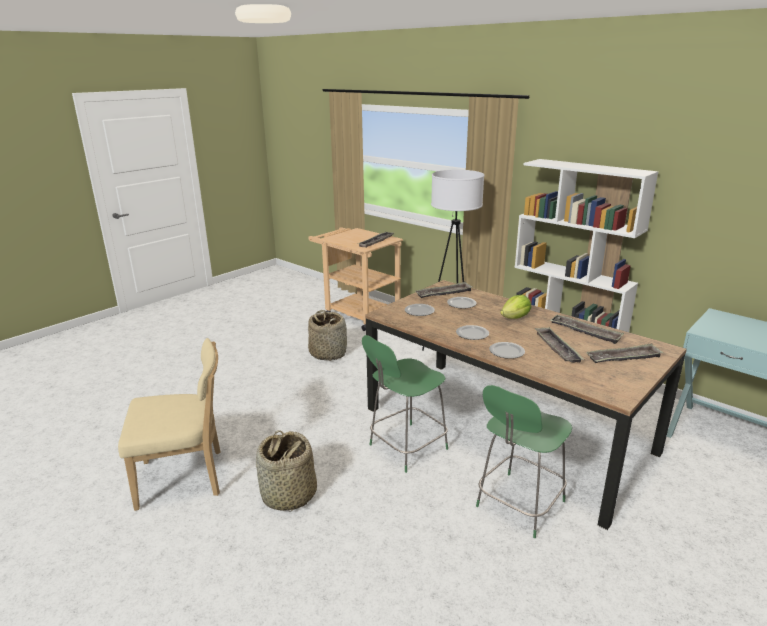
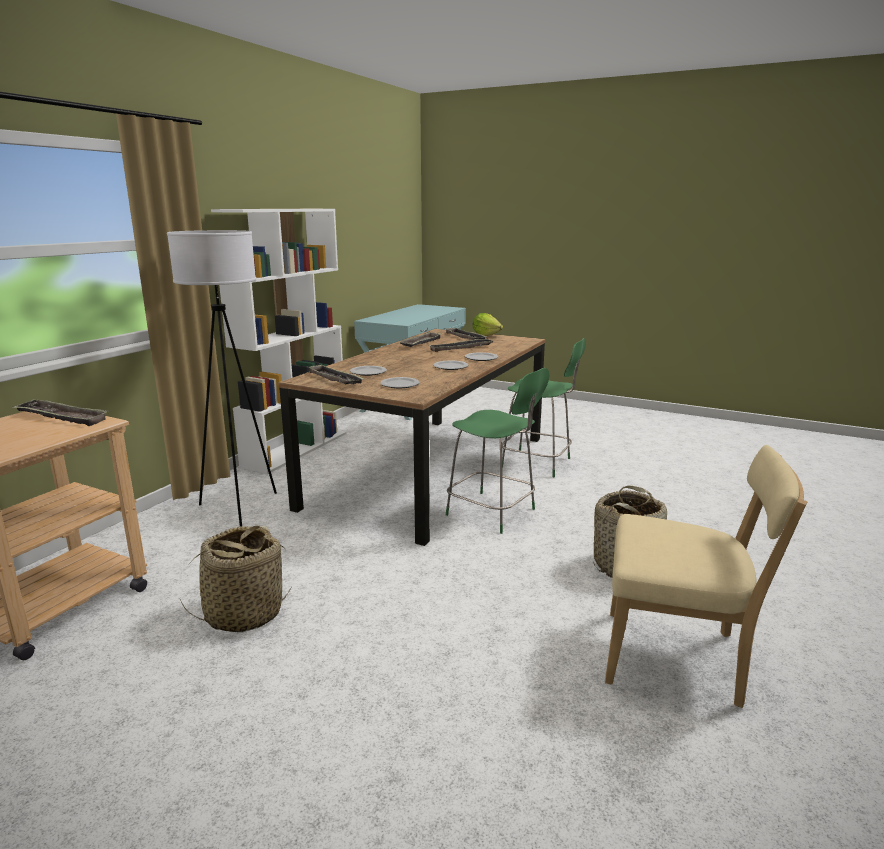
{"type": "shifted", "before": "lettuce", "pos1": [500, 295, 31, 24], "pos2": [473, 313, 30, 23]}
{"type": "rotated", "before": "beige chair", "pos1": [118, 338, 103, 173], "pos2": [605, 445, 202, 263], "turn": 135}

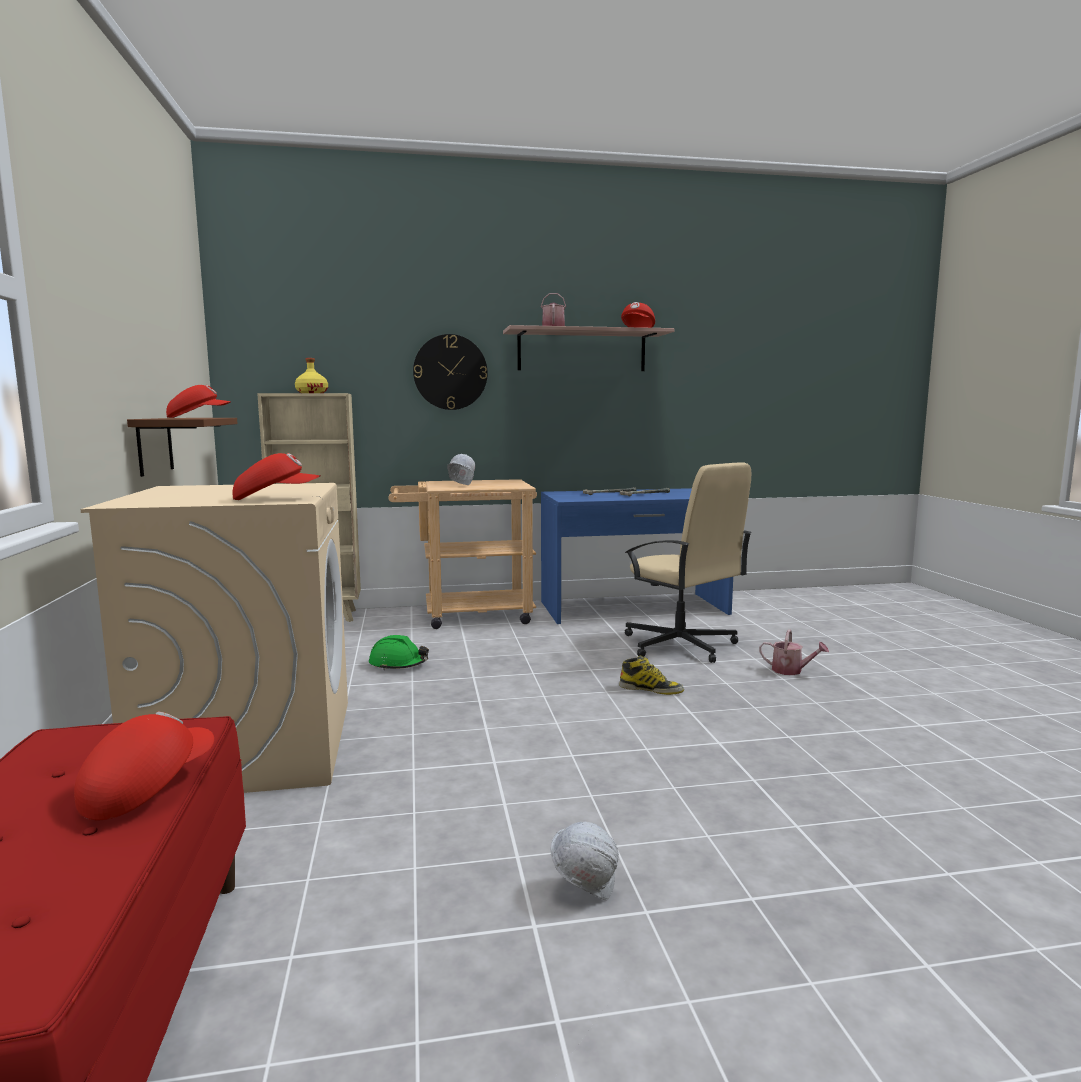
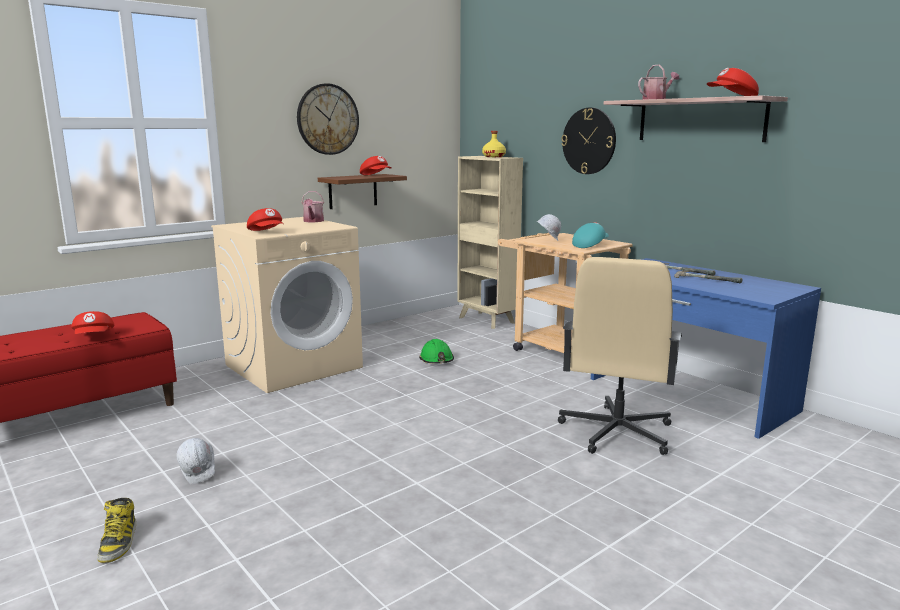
{"type": "shifted", "before": "watering can", "pos1": [759, 629, 70, 46], "pos2": [301, 191, 23, 31]}
{"type": "shifted", "before": "boot", "pos1": [619, 655, 65, 40], "pos2": [98, 498, 38, 65]}
{"type": "rotated", "before": "red cap", "pos1": [74, 712, 140, 108], "pos2": [71, 311, 43, 23], "turn": 75}
{"type": "new", "after": "wall clock", "pos2": [297, 83, 62, 72]}
{"type": "new", "after": "turquoise cap", "pos2": [572, 223, 37, 25]}

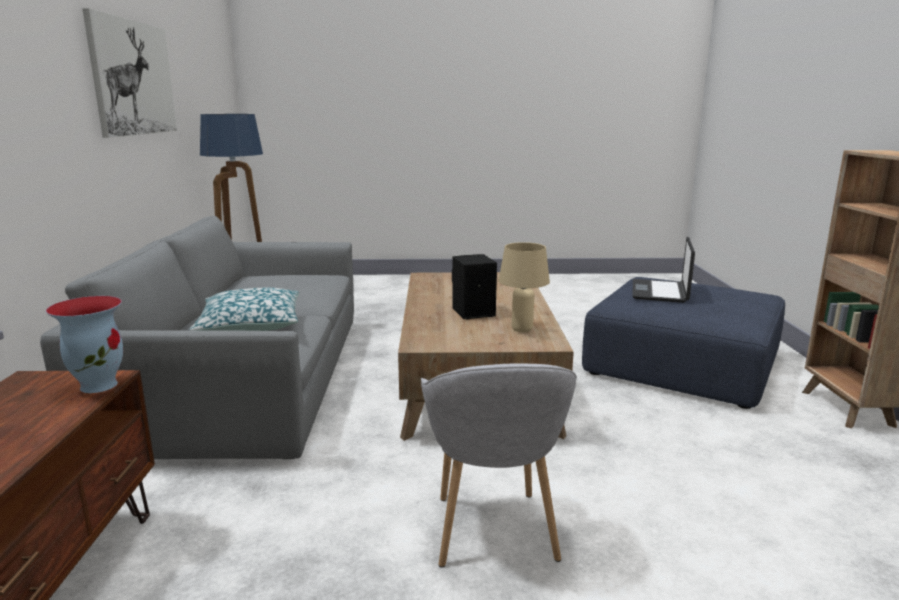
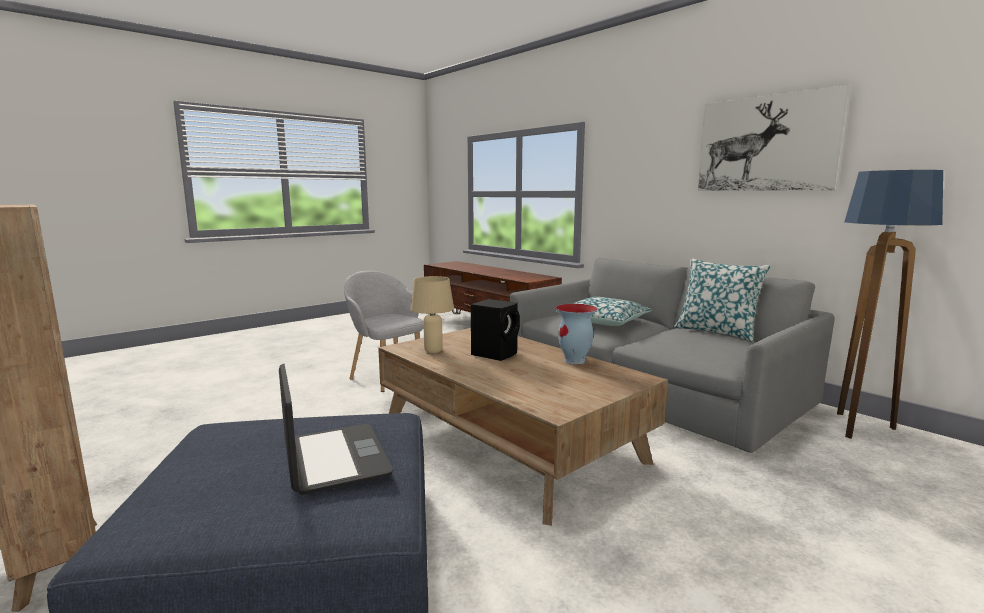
{"type": "shifted", "before": "vase", "pos1": [46, 296, 77, 97], "pos2": [556, 304, 42, 60]}
{"type": "new", "after": "pillow", "pos2": [674, 258, 97, 84]}

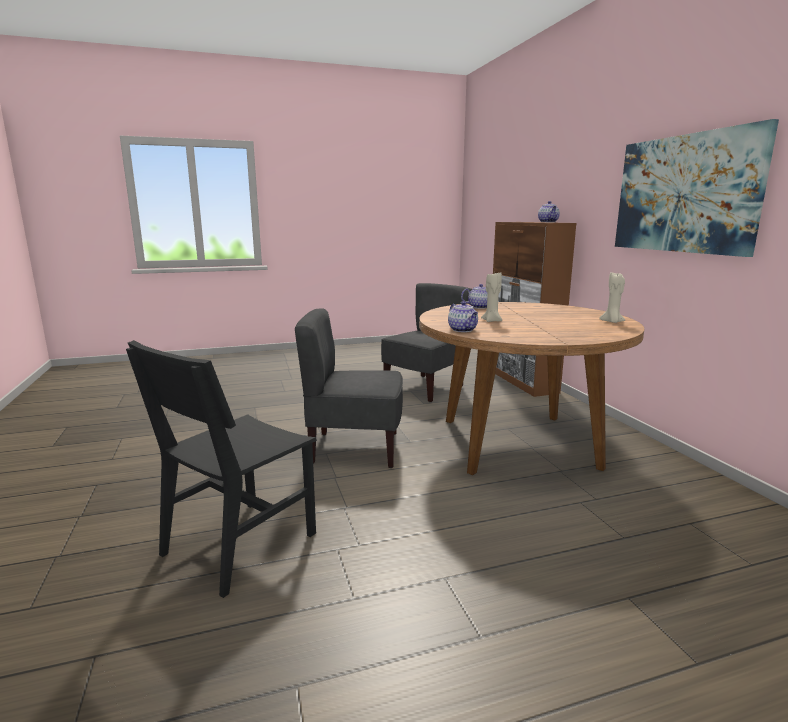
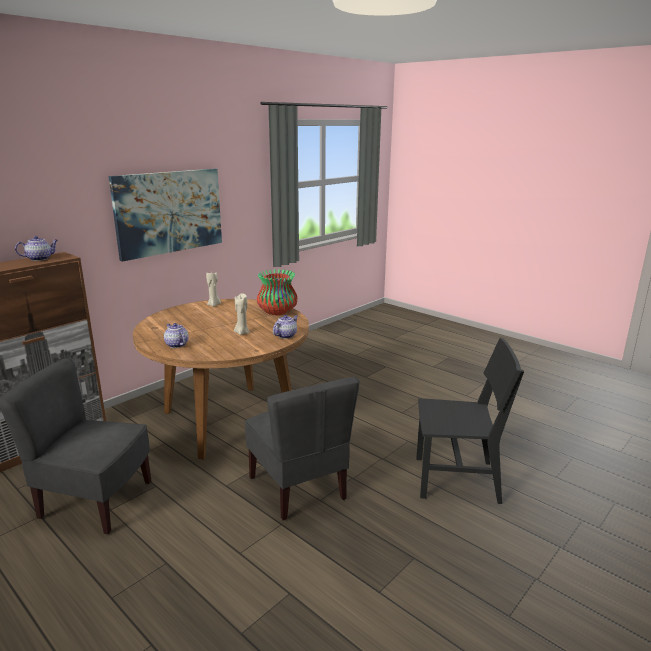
{"type": "new", "after": "vase", "pos2": [257, 269, 40, 46]}

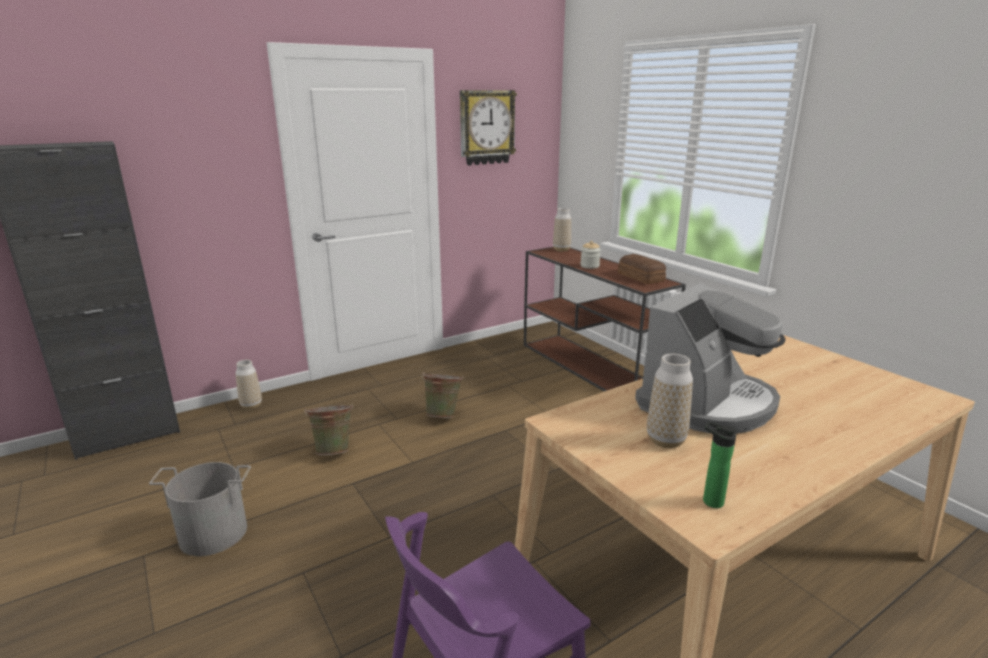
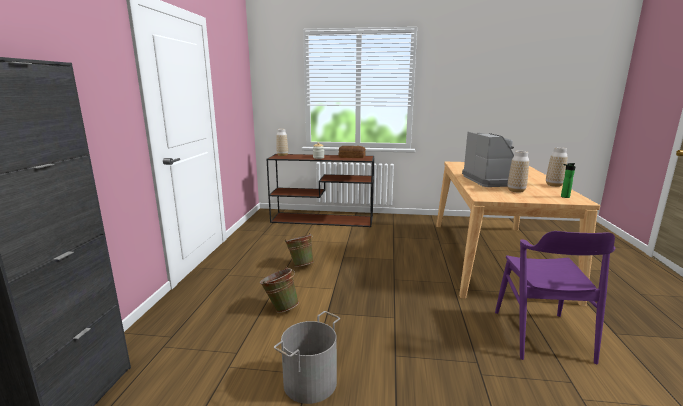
{"type": "gone", "before": "wall clock", "pos1": [460, 90, 57, 75]}
{"type": "shifted", "before": "vase", "pos1": [236, 360, 26, 50], "pos2": [546, 147, 22, 40]}

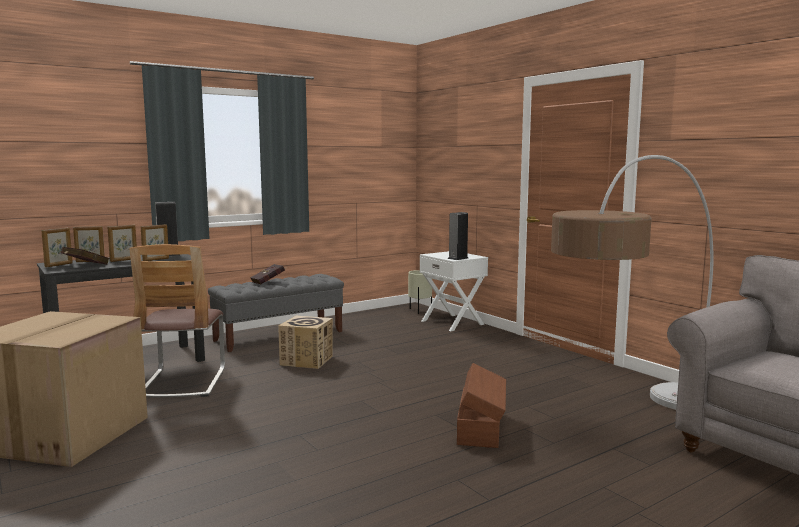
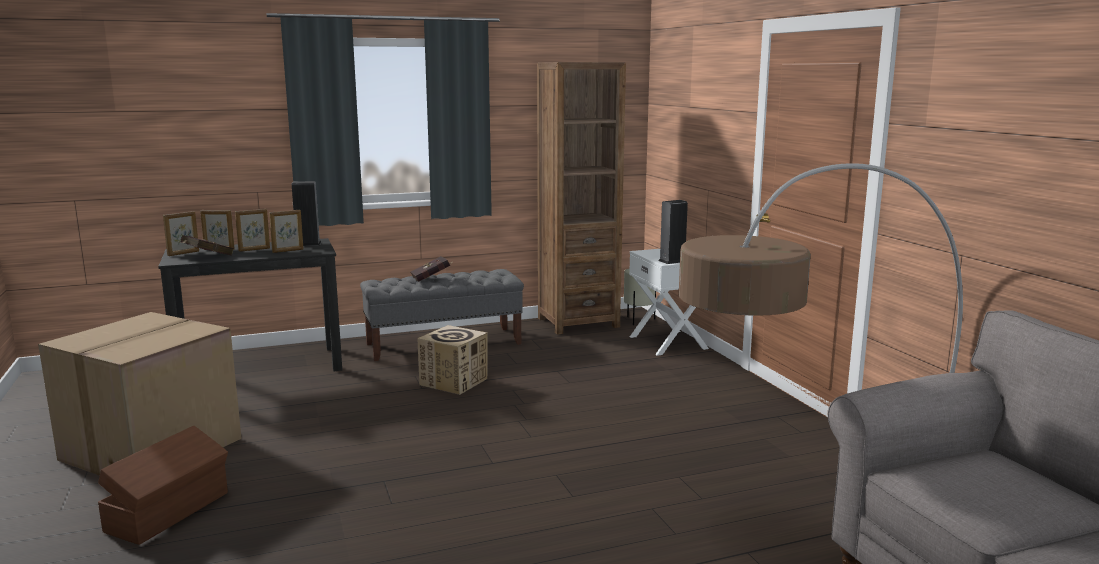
{"type": "gone", "before": "chair", "pos1": [129, 244, 96, 154]}
{"type": "shifted", "before": "brown storage box", "pos1": [457, 363, 49, 85], "pos2": [98, 426, 130, 119]}
{"type": "new", "after": "brown bookcase", "pos2": [537, 62, 89, 272]}

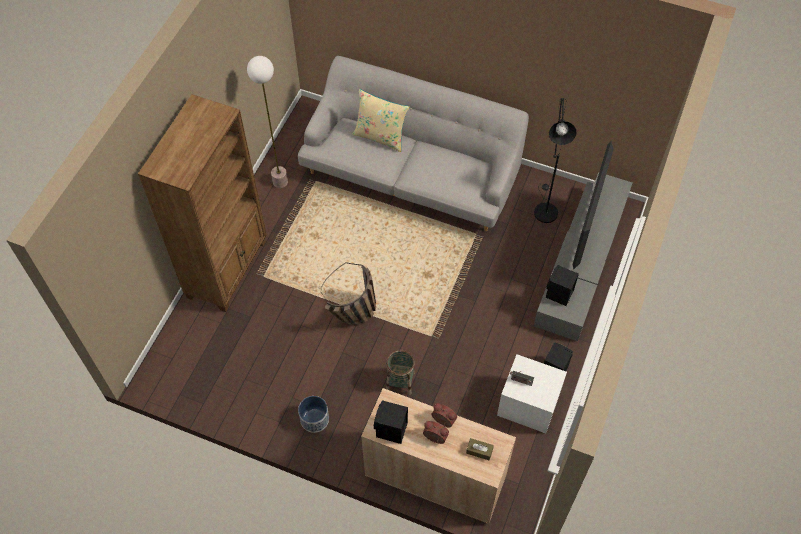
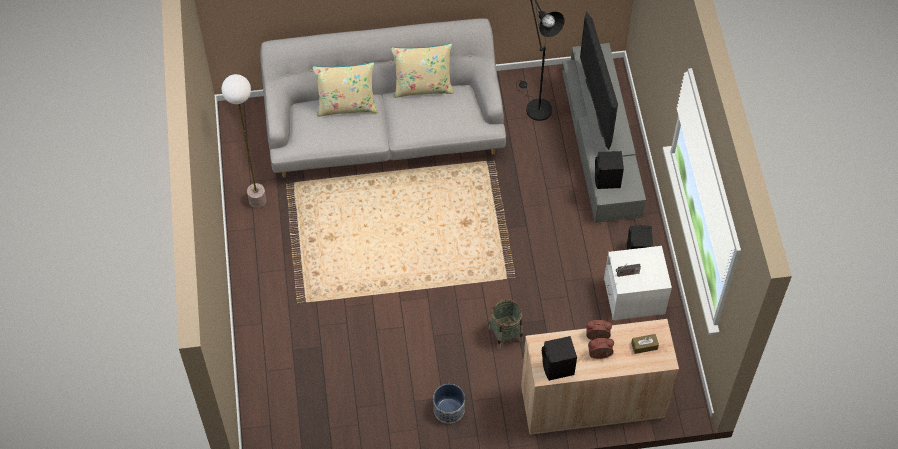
{"type": "gone", "before": "brown bookcase", "pos1": [138, 94, 129, 218]}
{"type": "gone", "before": "basket", "pos1": [321, 262, 55, 63]}
{"type": "new", "after": "beige pillow", "pos2": [391, 43, 62, 55]}

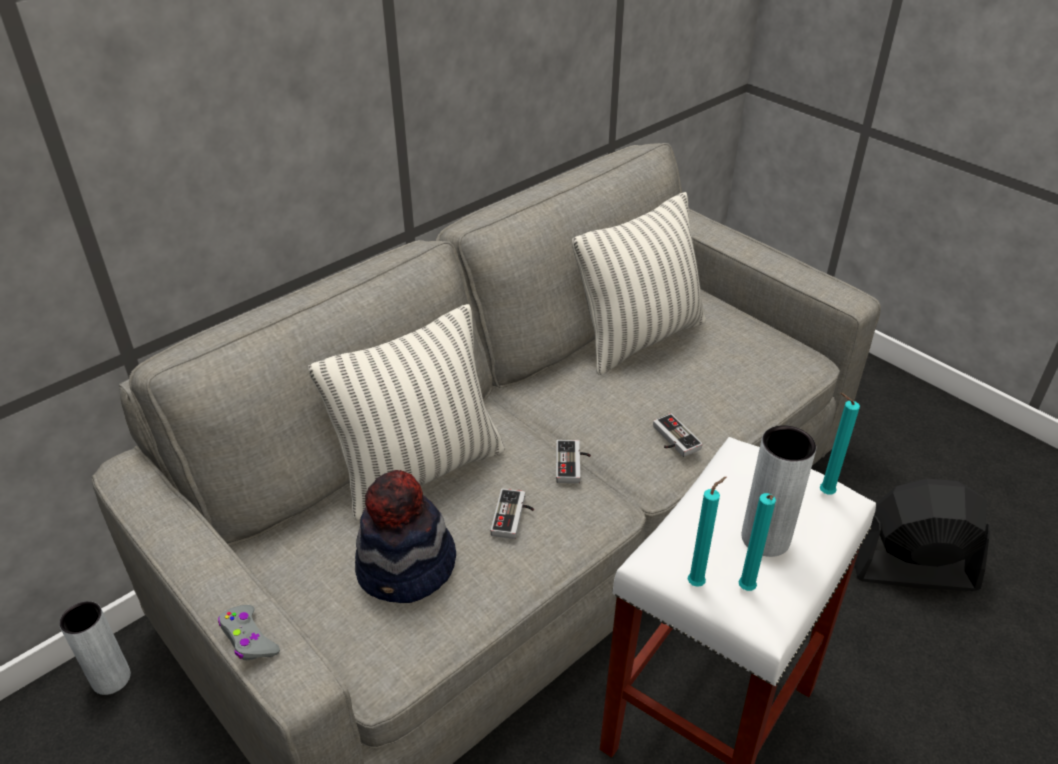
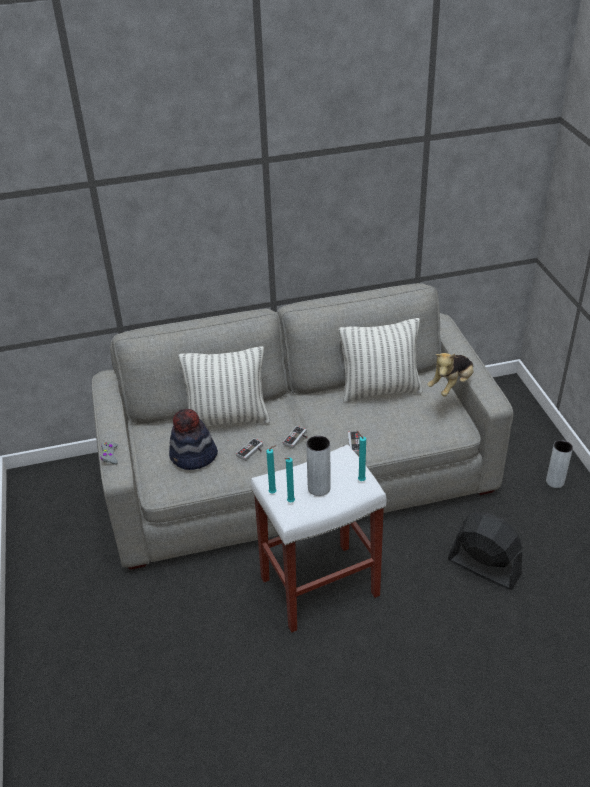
{"type": "shifted", "before": "grey vase", "pos1": [59, 601, 72, 94], "pos2": [546, 440, 27, 48]}
{"type": "new", "after": "plush toy", "pos2": [427, 353, 47, 43]}

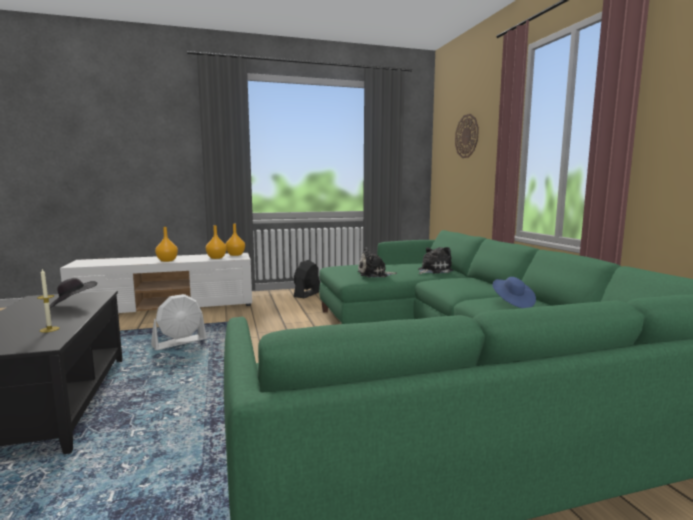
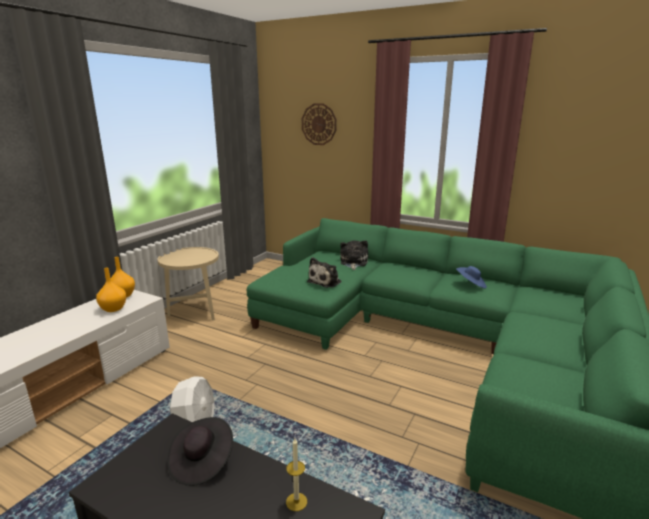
{"type": "gone", "before": "orange vase", "pos1": [155, 227, 23, 35]}
{"type": "swapped", "before": "black fan", "after": "beige side table", "pos1": [294, 260, 26, 38], "pos2": [157, 247, 62, 74]}

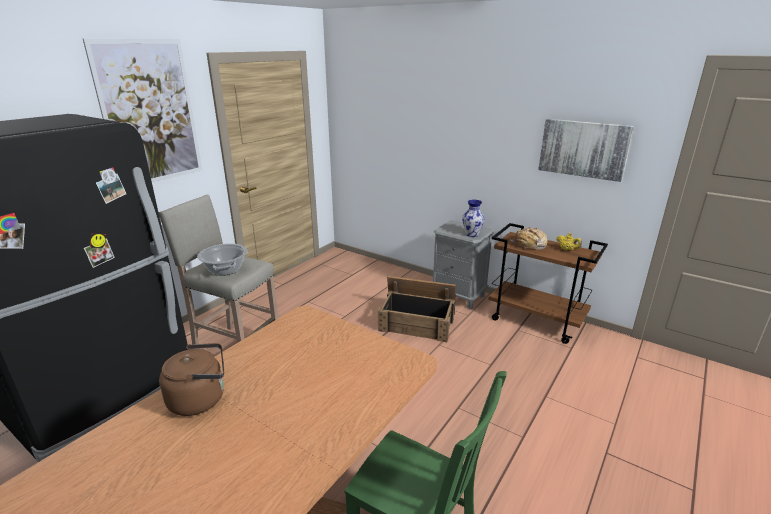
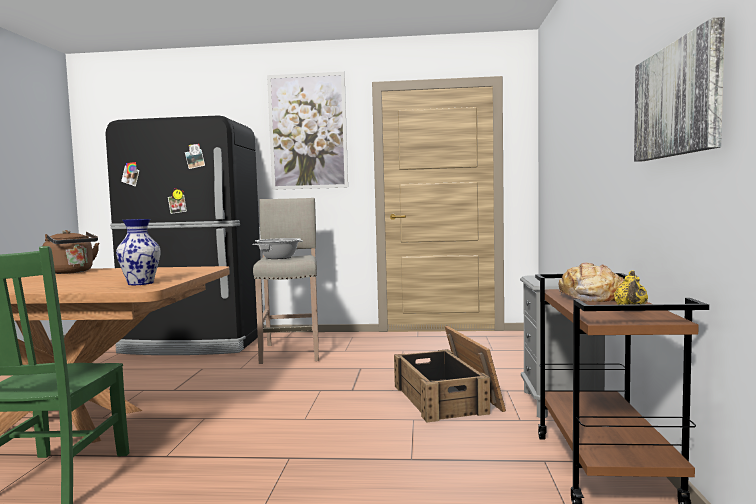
{"type": "shifted", "before": "vase", "pos1": [462, 200, 23, 37], "pos2": [116, 219, 45, 66]}

